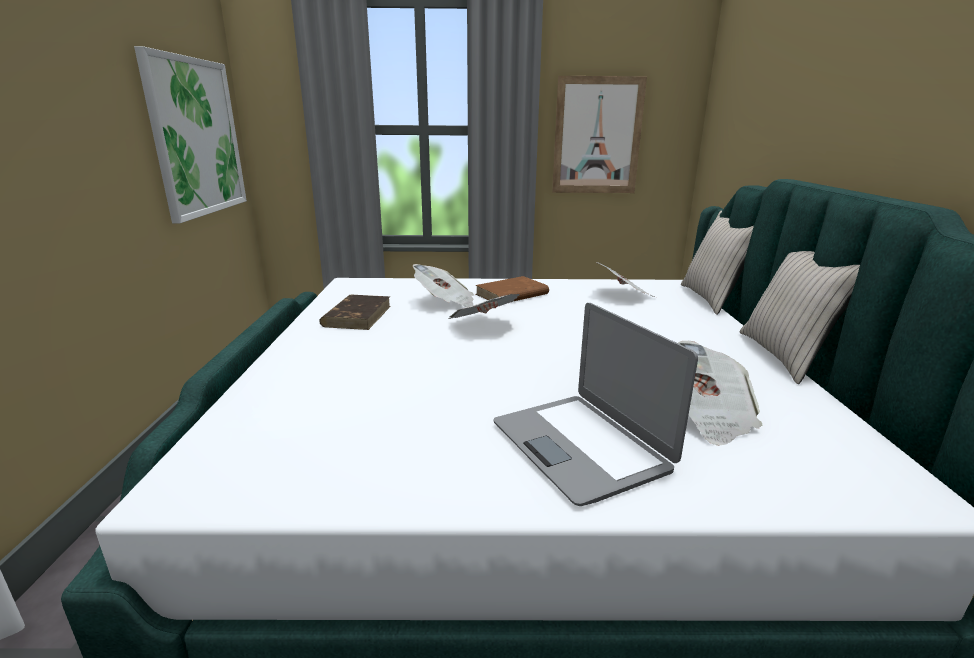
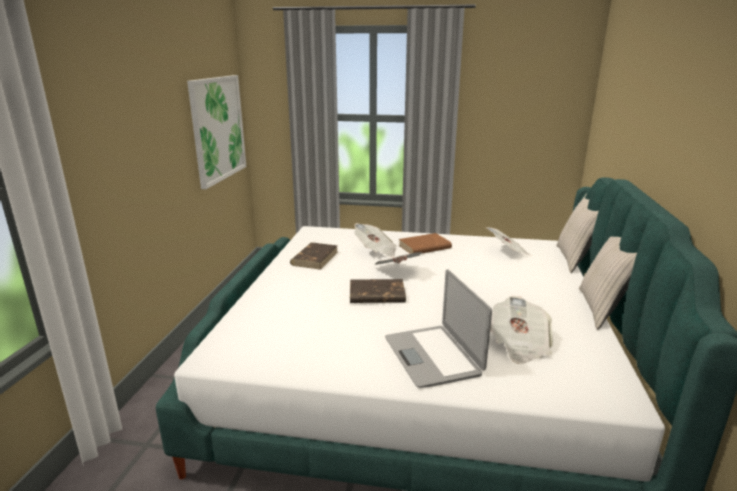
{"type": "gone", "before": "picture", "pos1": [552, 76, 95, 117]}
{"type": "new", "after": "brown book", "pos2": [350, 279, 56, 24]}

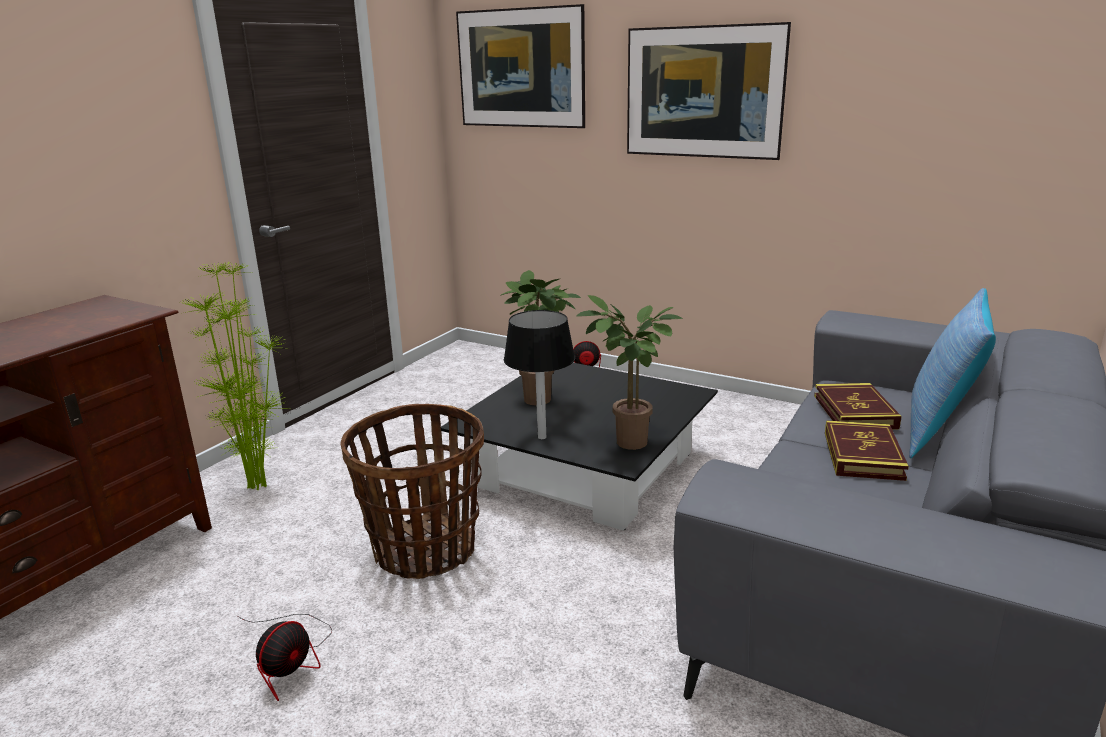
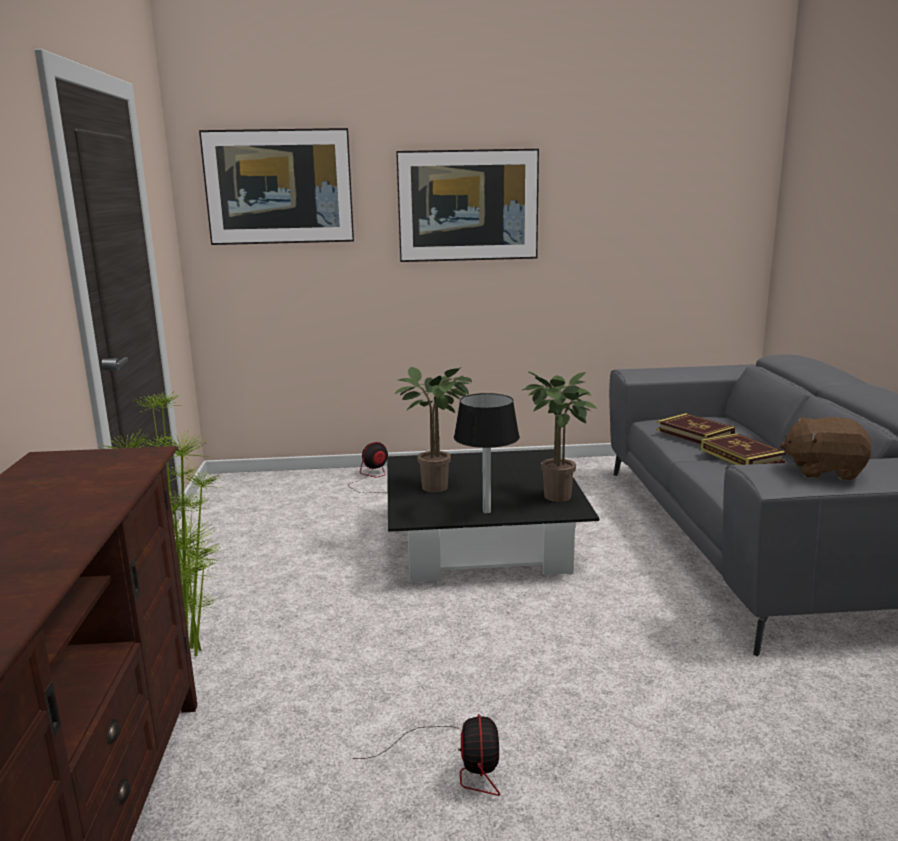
{"type": "gone", "before": "pillow", "pos1": [909, 288, 87, 170]}
{"type": "gone", "before": "basket", "pos1": [340, 404, 144, 175]}
{"type": "new", "after": "brown plush toy", "pos2": [780, 417, 92, 63]}

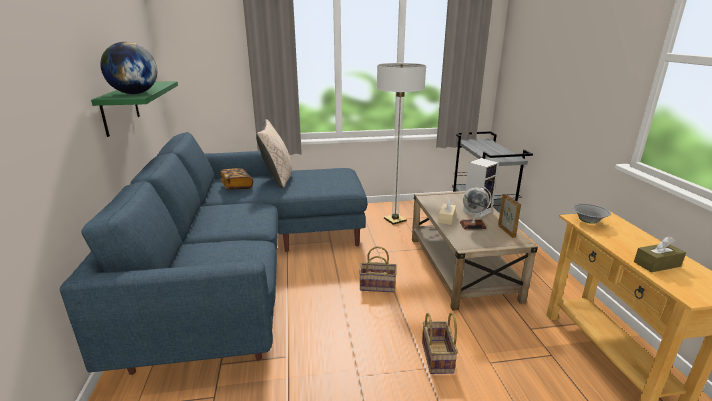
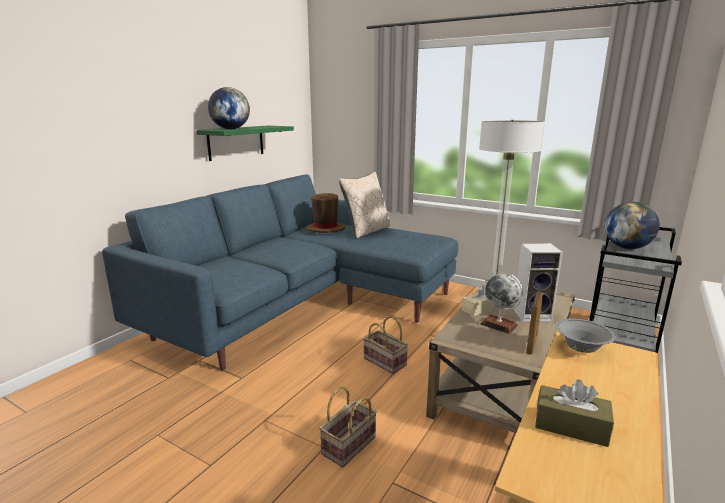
{"type": "swapped", "before": "book", "after": "brown hat", "pos1": [220, 168, 33, 21], "pos2": [306, 193, 39, 40]}
{"type": "new", "after": "globe", "pos2": [605, 202, 55, 47]}

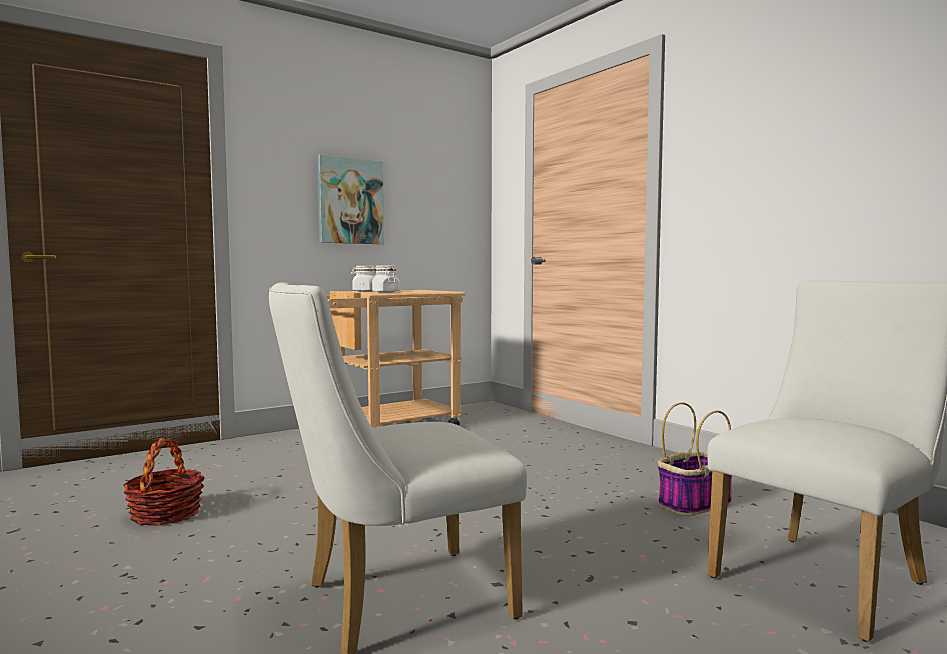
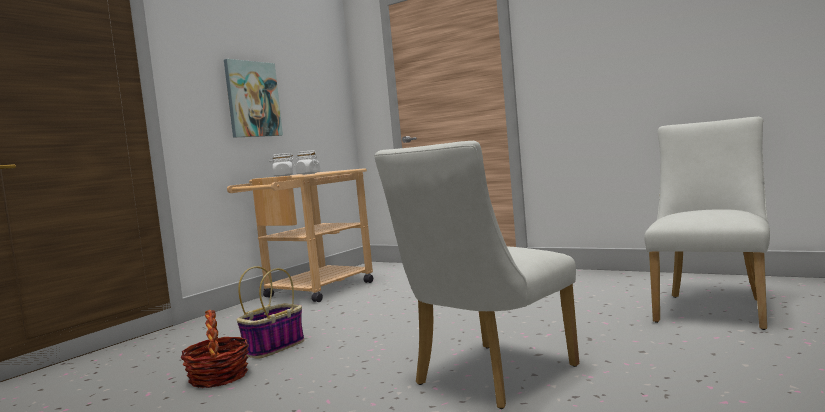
{"type": "shifted", "before": "basket", "pos1": [658, 402, 74, 114], "pos2": [237, 266, 67, 93]}

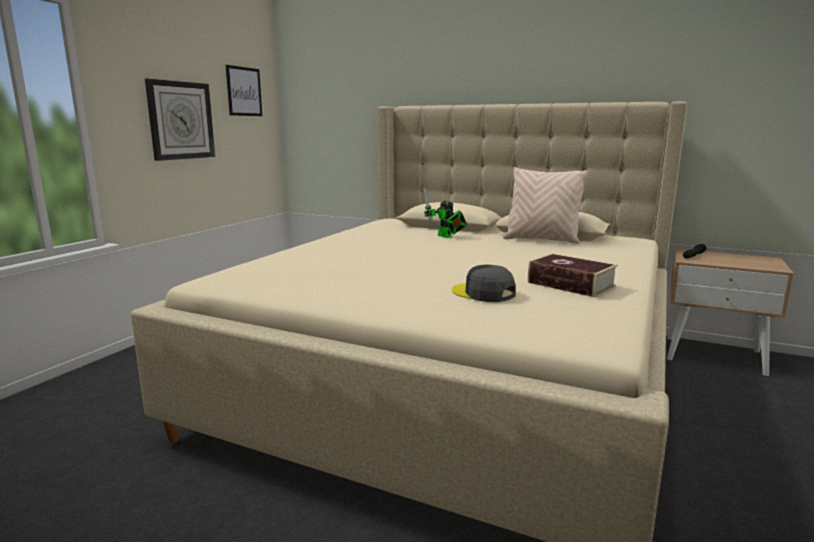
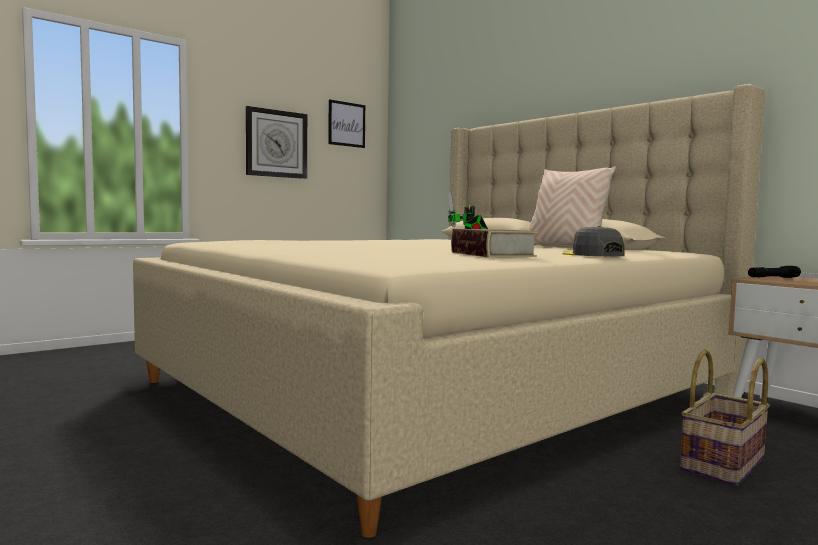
{"type": "shifted", "before": "grey cap", "pos1": [452, 265, 64, 37], "pos2": [562, 226, 62, 30]}
{"type": "new", "after": "basket", "pos2": [680, 349, 90, 137]}

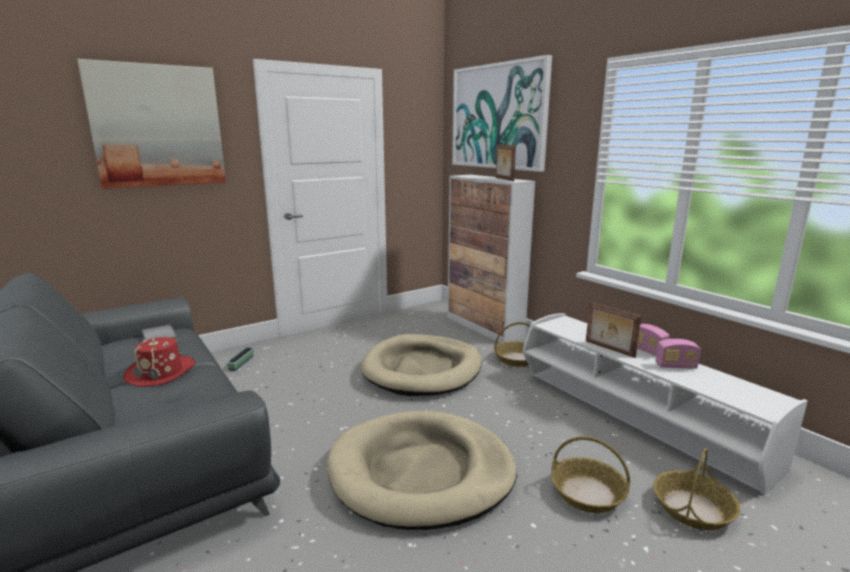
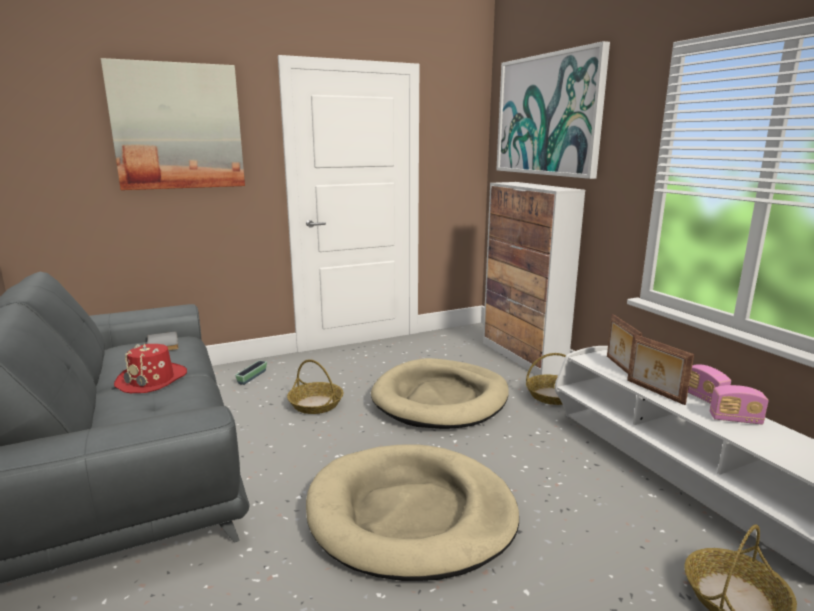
{"type": "shifted", "before": "picture frame", "pos1": [496, 144, 20, 37], "pos2": [607, 314, 35, 60]}
{"type": "shifted", "before": "basket", "pos1": [551, 437, 79, 76], "pos2": [287, 359, 57, 55]}

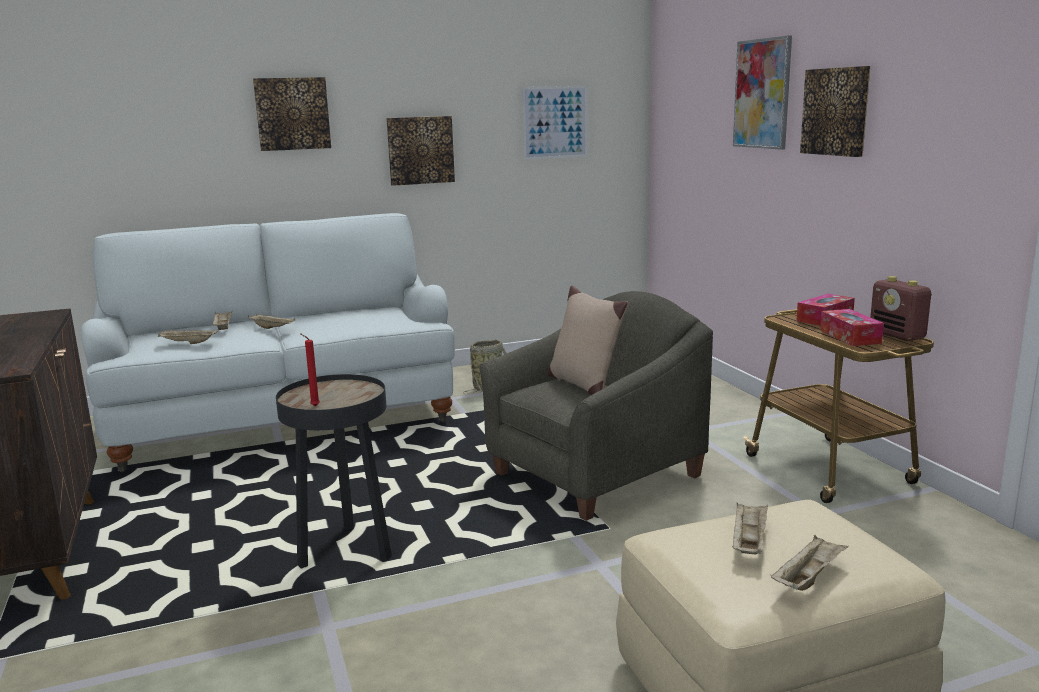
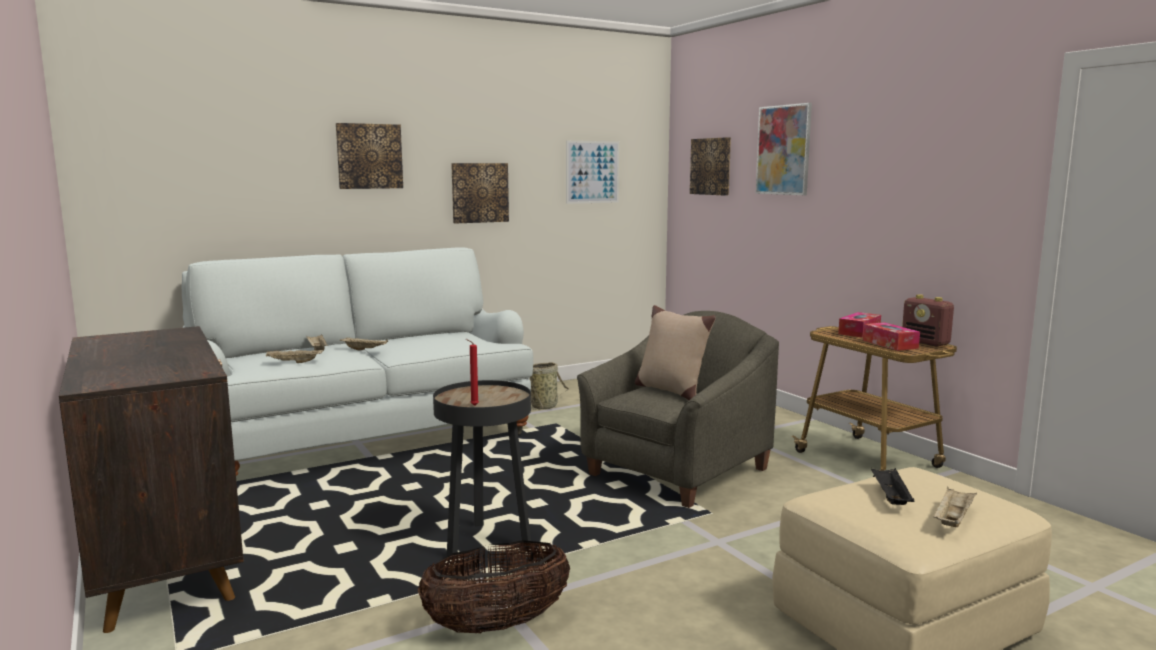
{"type": "shifted", "before": "picture", "pos1": [800, 66, 70, 91], "pos2": [690, 137, 41, 59]}
{"type": "repainted", "before": "beige tray", "after": "black tray", "pos1": [732, 503, 36, 52], "pos2": [871, 468, 43, 37]}
{"type": "new", "after": "basket", "pos2": [418, 540, 152, 93]}

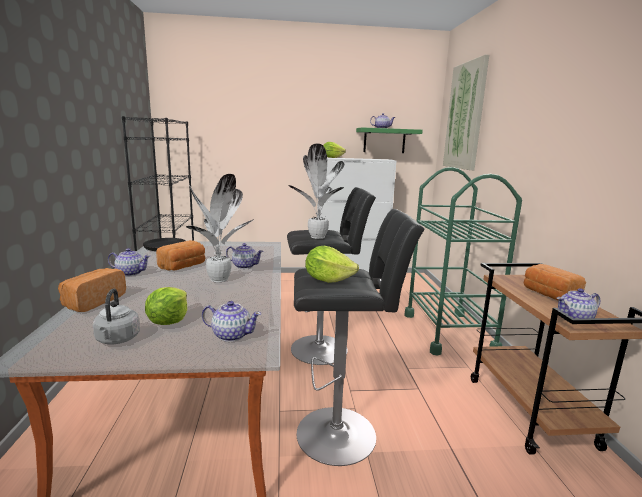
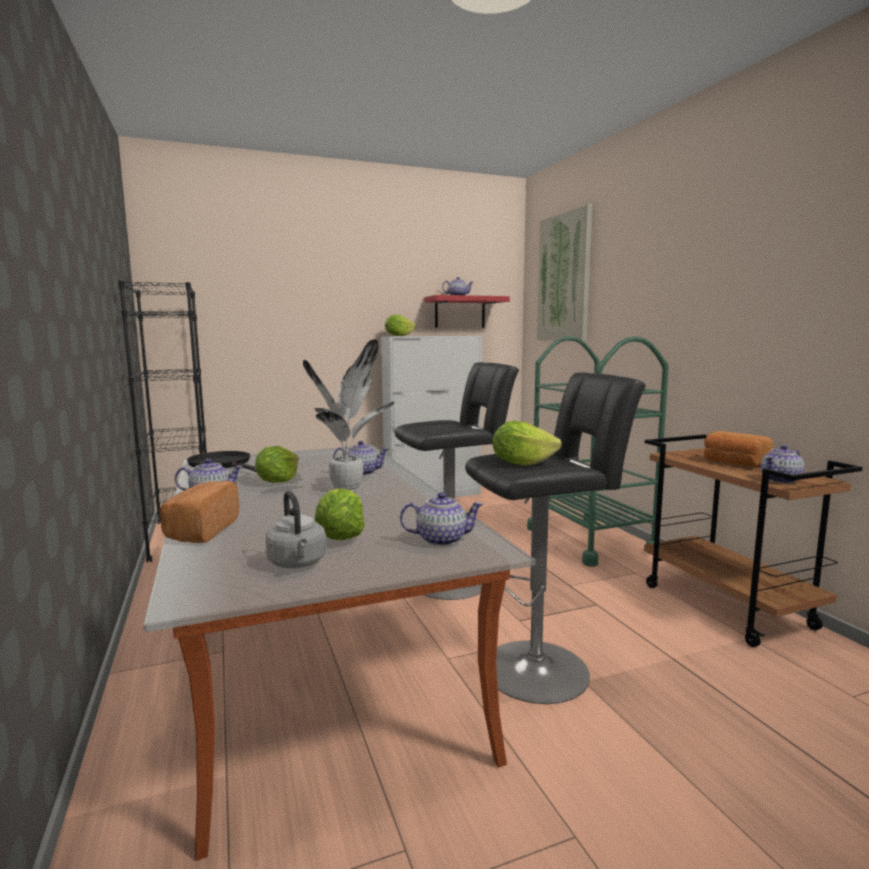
{"type": "repainted", "before": "green shelf", "after": "red shelf", "pos1": [356, 127, 67, 26], "pos2": [424, 295, 86, 33]}
{"type": "gone", "before": "potted plant", "pos1": [288, 144, 56, 95]}
{"type": "swapped", "before": "bread", "after": "lettuce", "pos1": [156, 240, 49, 31], "pos2": [255, 446, 44, 37]}

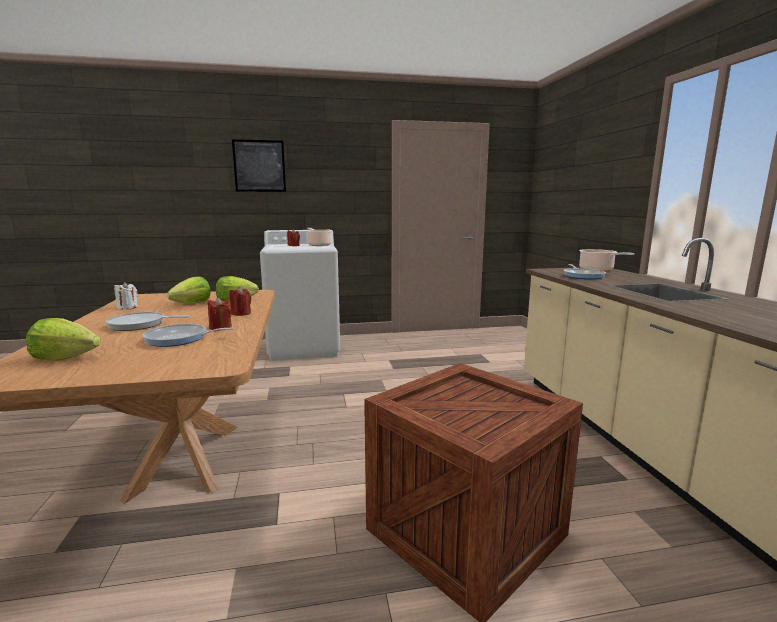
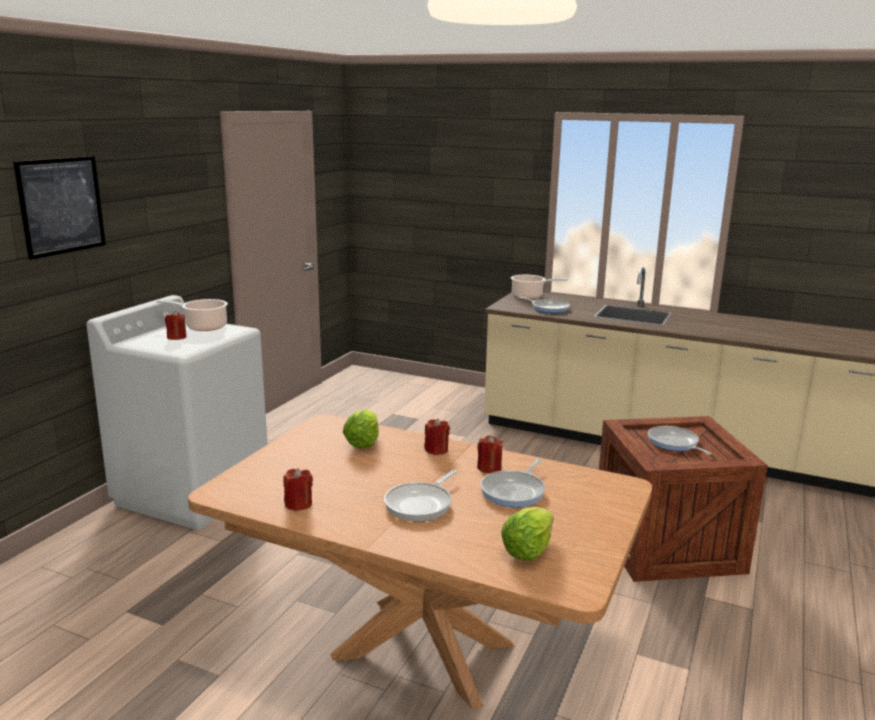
{"type": "gone", "before": "lettuce", "pos1": [167, 276, 44, 27]}
{"type": "repainted", "before": "white candle", "after": "red candle", "pos1": [114, 282, 24, 27], "pos2": [283, 468, 30, 43]}
{"type": "new", "after": "frying pan", "pos2": [648, 426, 64, 29]}

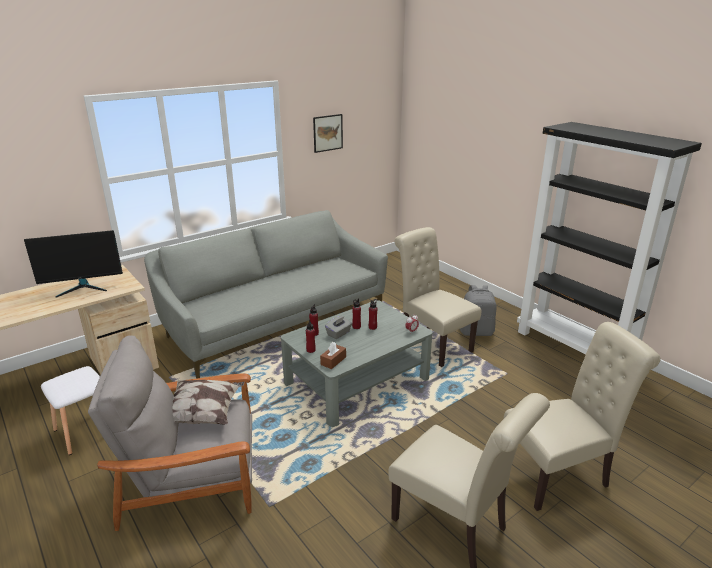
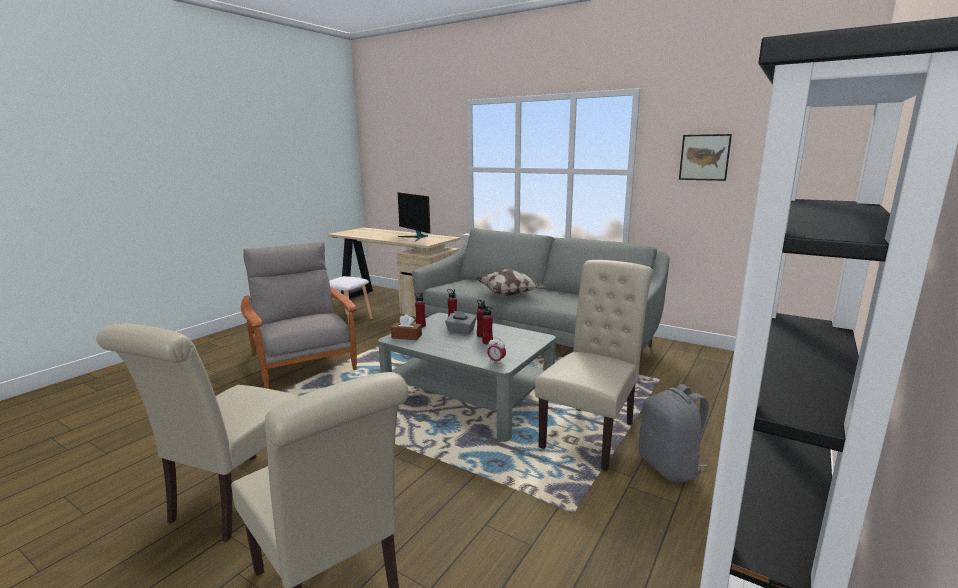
{"type": "shifted", "before": "pillow", "pos1": [172, 380, 72, 45], "pos2": [477, 269, 69, 27]}

